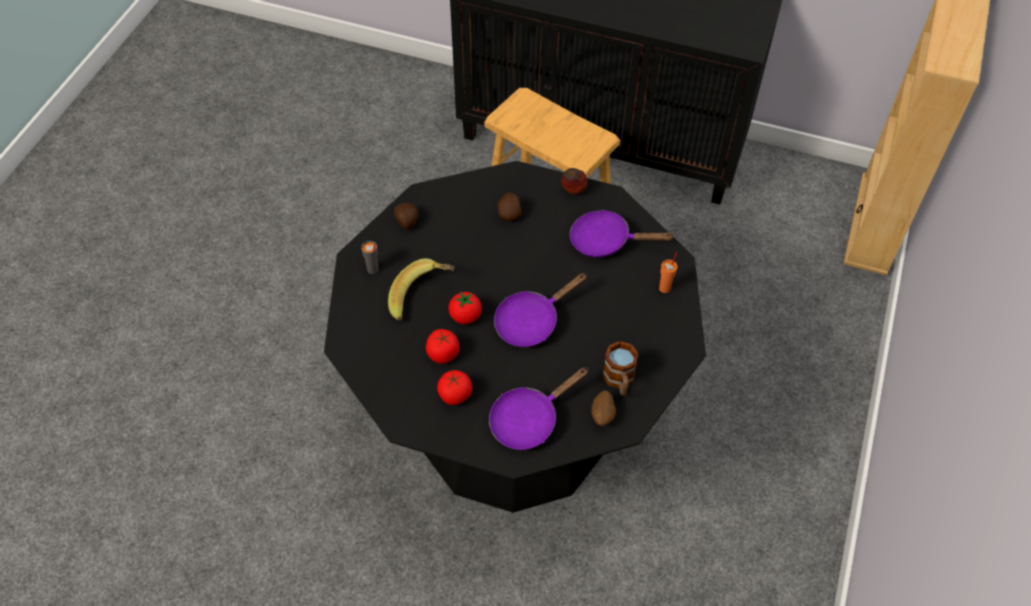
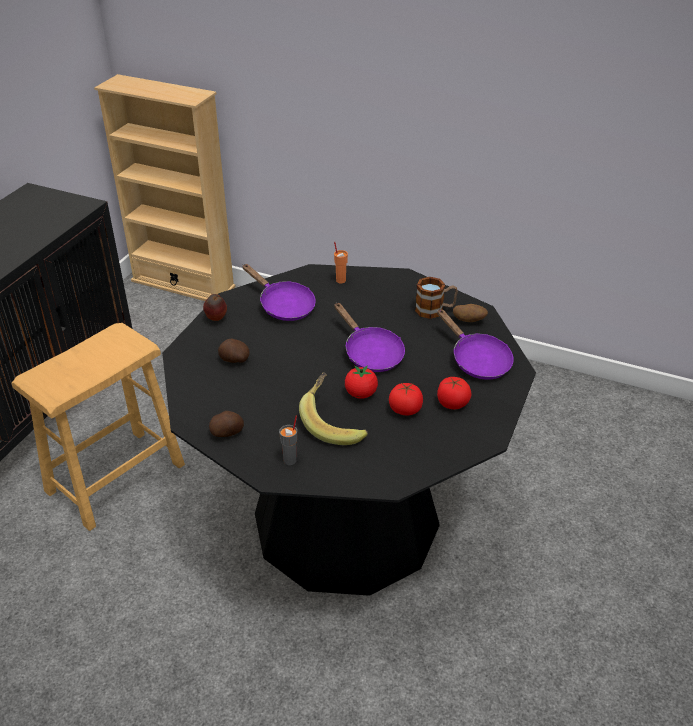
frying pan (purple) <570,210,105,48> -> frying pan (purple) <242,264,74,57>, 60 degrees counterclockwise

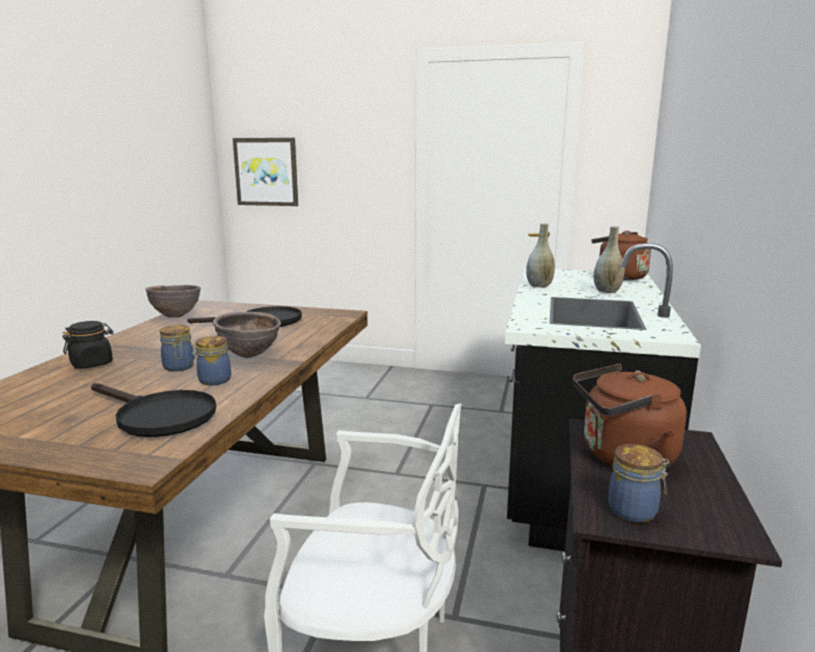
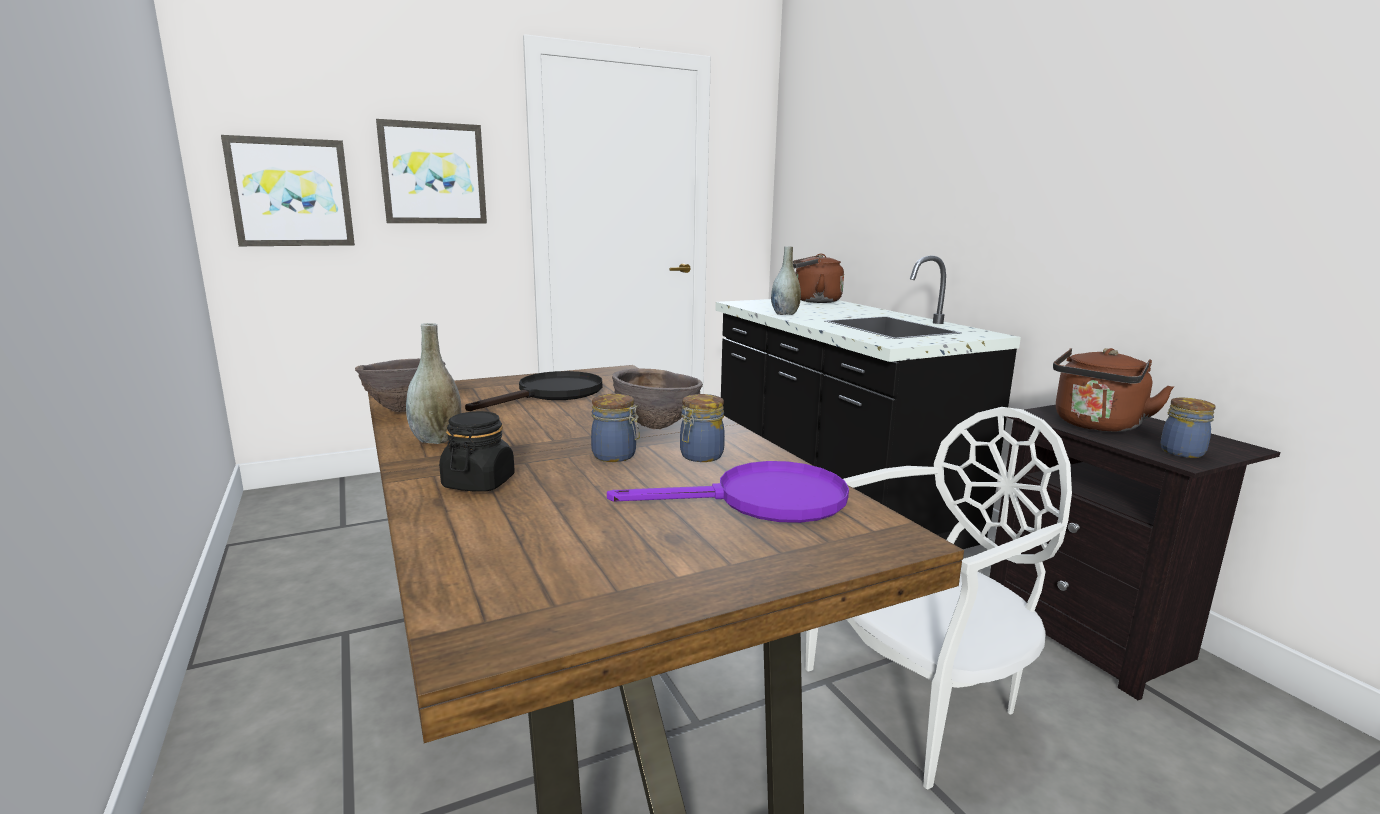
frying pan (black) <91,383,125,54> -> frying pan (purple) <607,461,242,62>
vase (grey) <594,226,30,67> -> vase (grey) <406,323,56,121>, relocated
none -> picture <376,119,111,105>

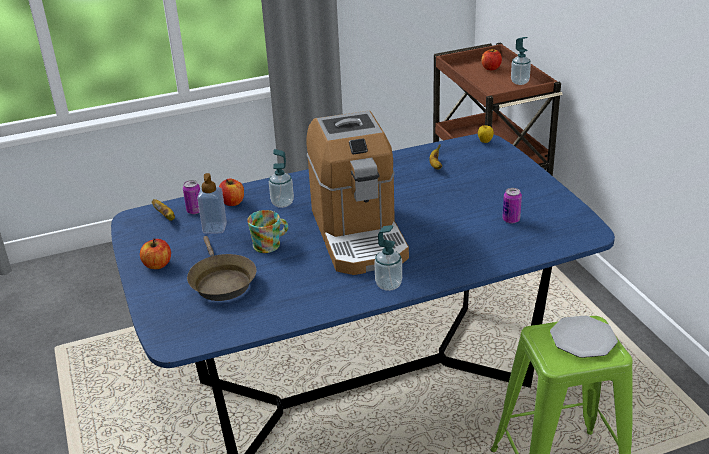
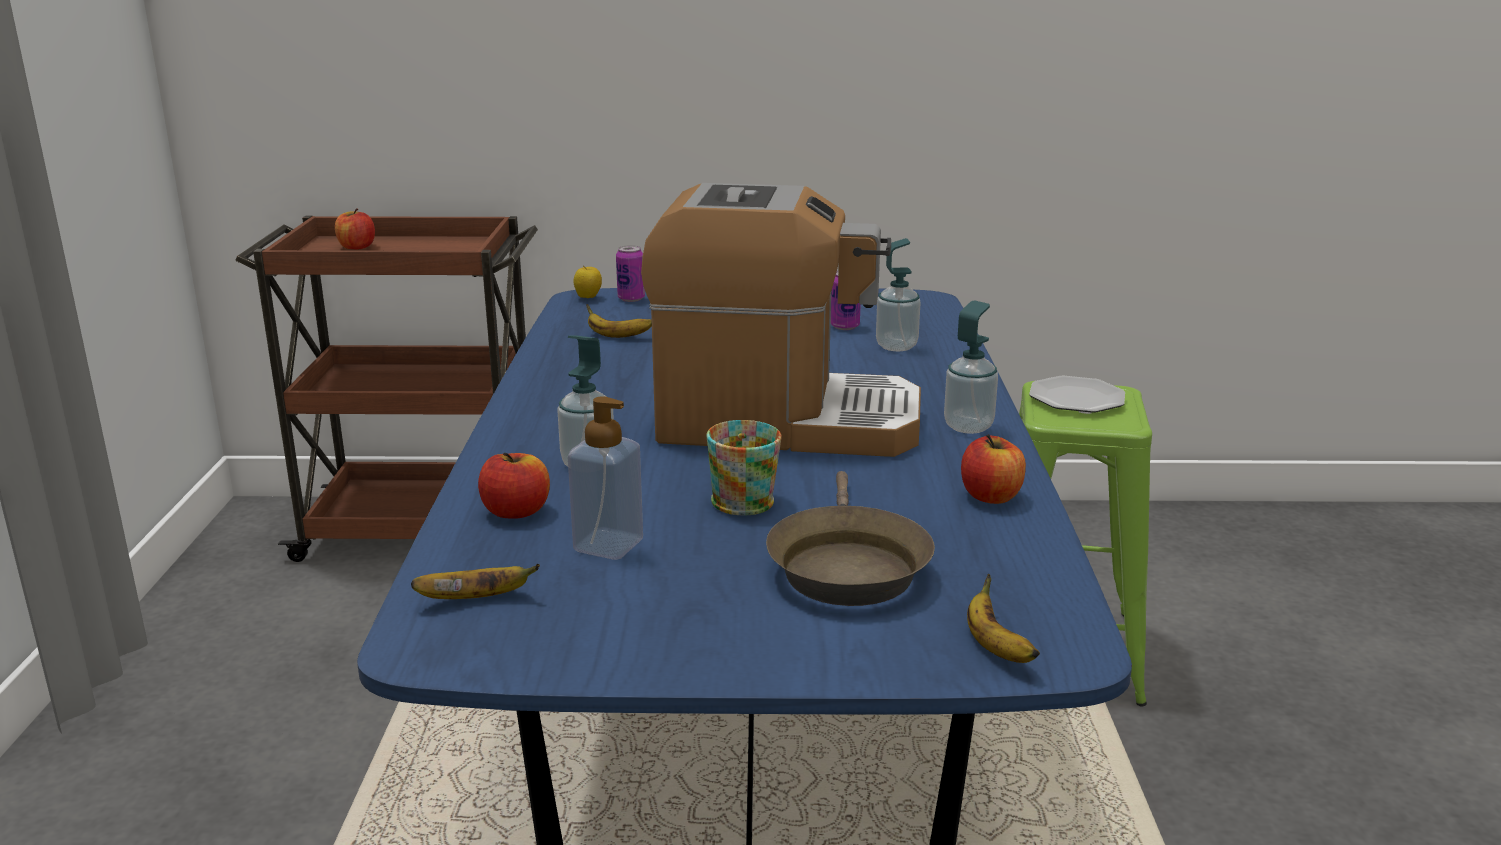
apple <140,238,31,31> -> apple <961,434,65,70>, relocated
can <183,180,17,34> -> can <616,245,29,57>, relocated
frying pan (brown) <187,236,70,65> -> frying pan (brown) <766,471,169,135>, 90 degrees clockwise
soap dispenser <511,37,20,48> -> soap dispenser <876,238,44,113>, relocated
none -> banana <967,574,73,89>

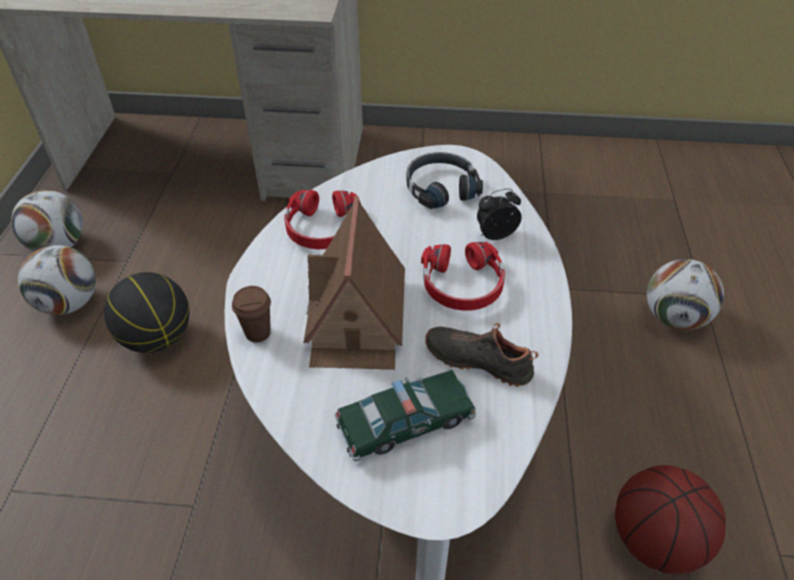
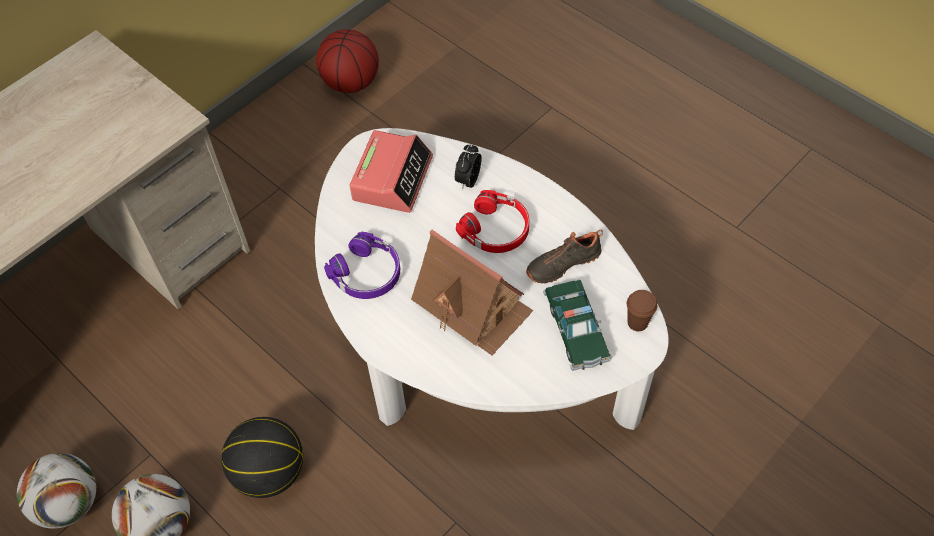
cup (brown) <232,286,39,56> -> cup (brown) <627,290,30,41>, relocated
headphones (red) <284,190,76,59> -> headphones (purple) <324,232,76,67>
toy car <334,370,142,92> -> toy car <543,280,69,91>, 150 degrees clockwise
headphones (black) <407,152,76,57> -> alarm clock <350,130,83,83>
basketball <615,465,111,109> -> basketball <316,29,63,64>, relocated
football <647,259,77,71> -> none

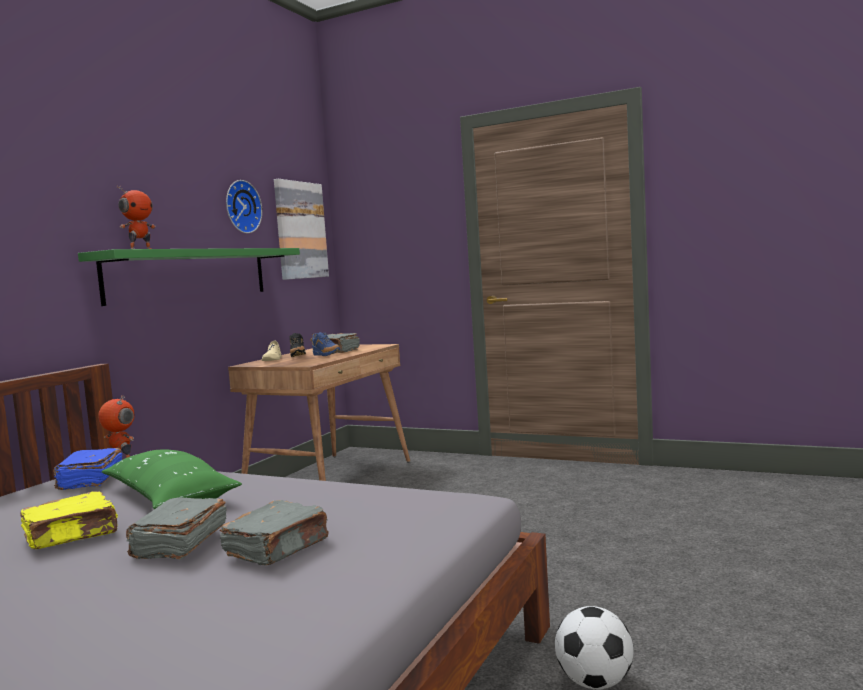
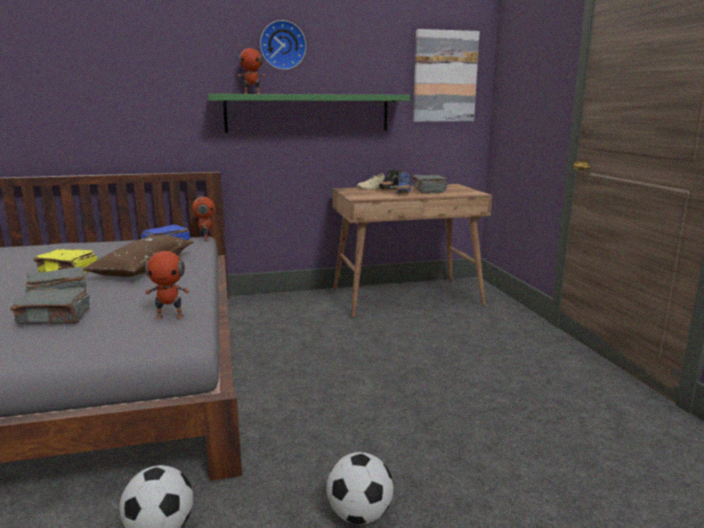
pillow (green) <102,450,140,59> -> pillow (brown) <82,235,111,42>
wall clock <226,180,36,53> -> wall clock <260,20,46,50>, relocated
none -> toy robot <144,246,46,73>
none -> football <327,452,67,73>

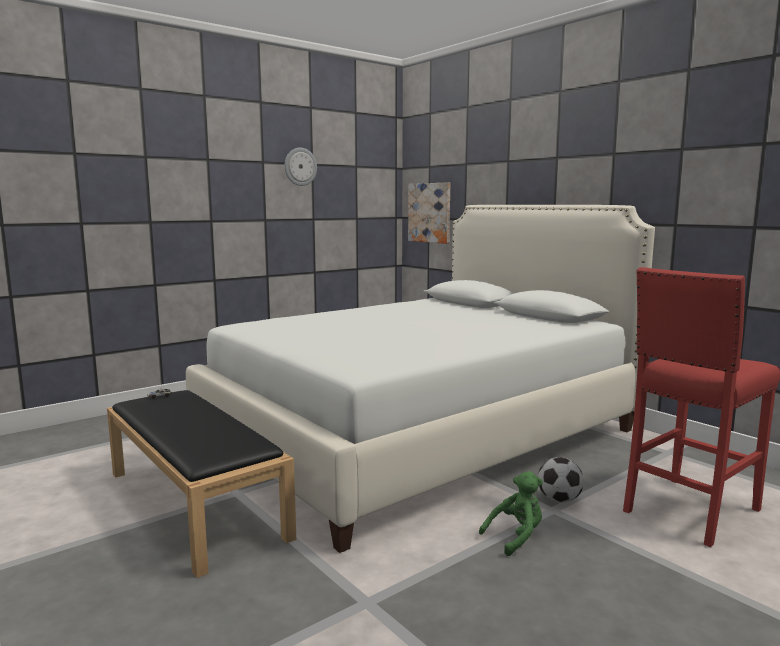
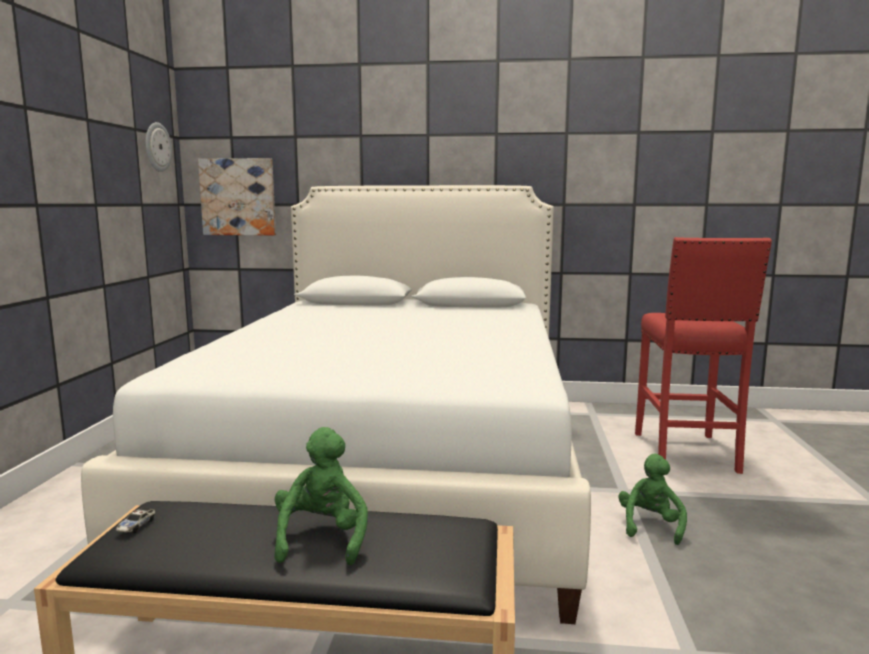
wall clock <285,148,32,38> -> wall clock <145,122,27,50>, relocated
football <538,457,46,46> -> none
none -> plush toy (green) <275,427,93,138>

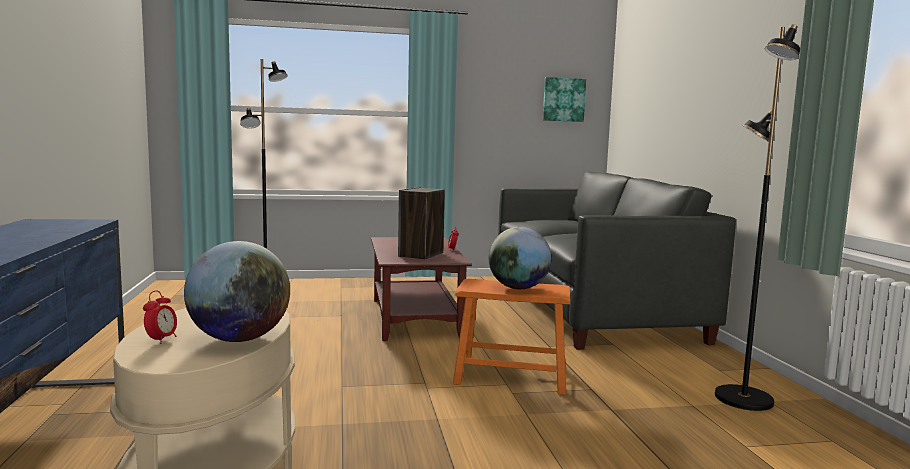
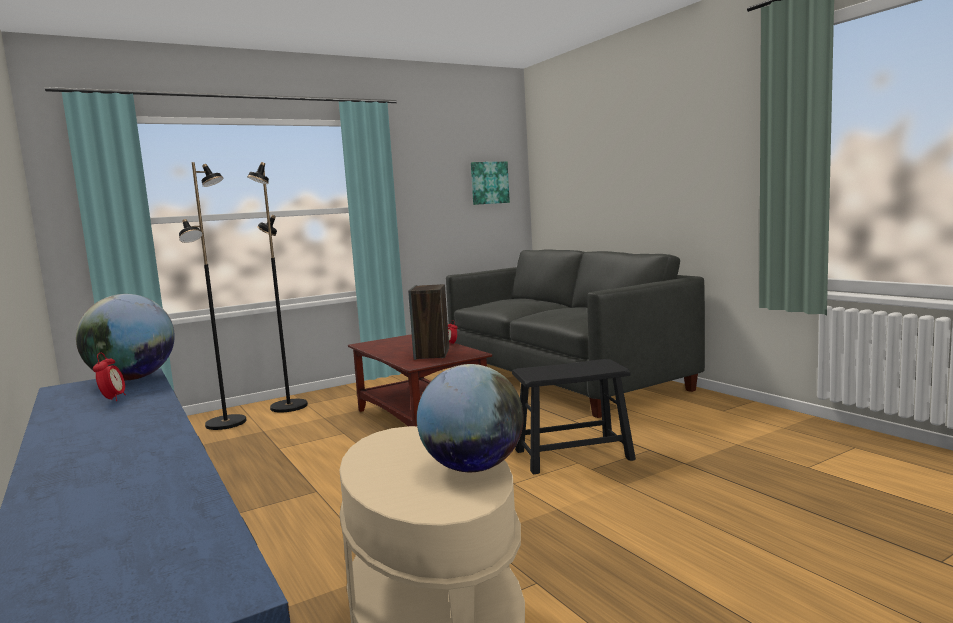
alarm clock <143,290,34,54> -> alarm clock <93,353,33,48>, relocated
stool (orange) <453,279,117,116> -> stool (black) <512,359,124,115>
globe <489,227,62,62> -> globe <76,294,99,87>, relocated
floor lamp (black) <715,24,85,387> -> floor lamp (black) <247,162,61,250>, relocated

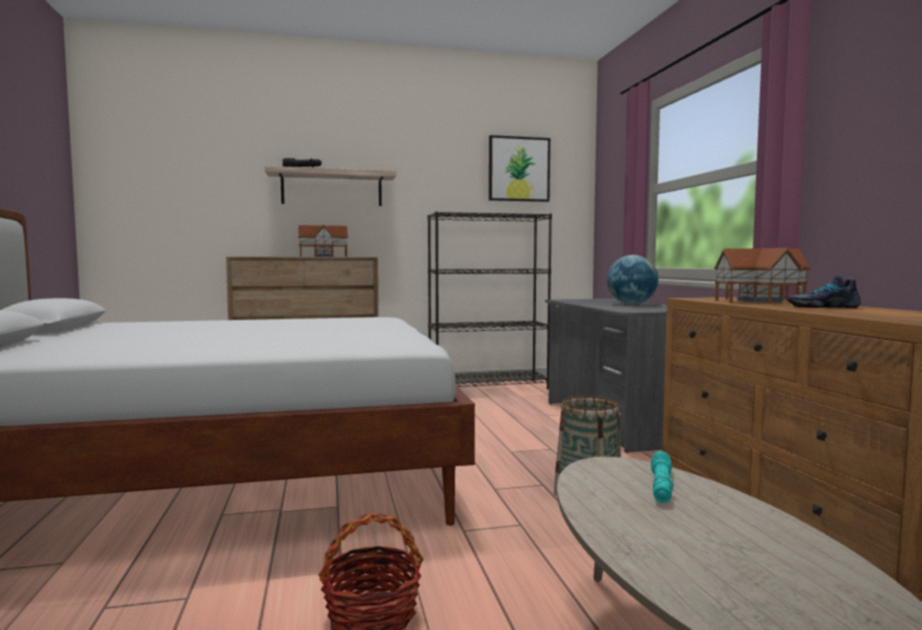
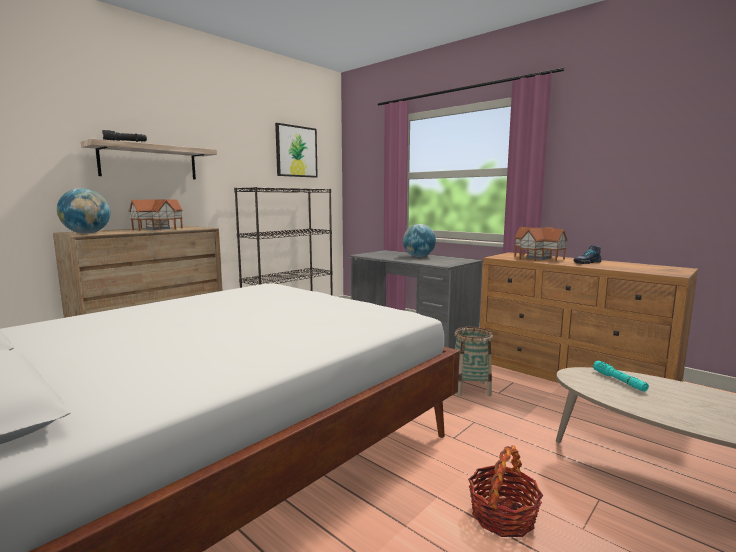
none -> globe <57,188,53,46>

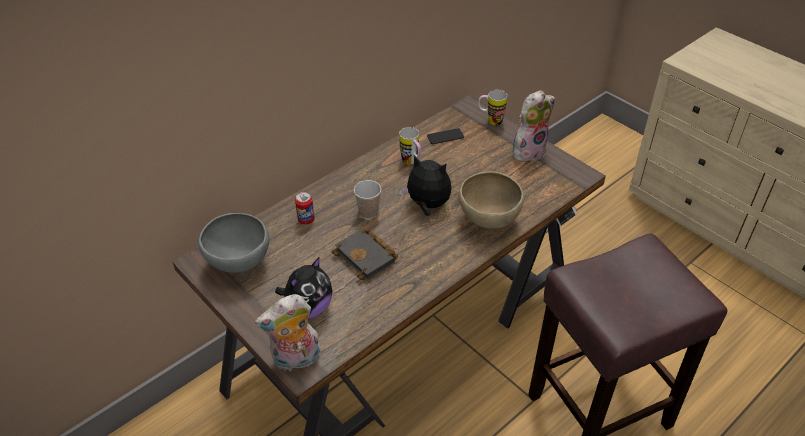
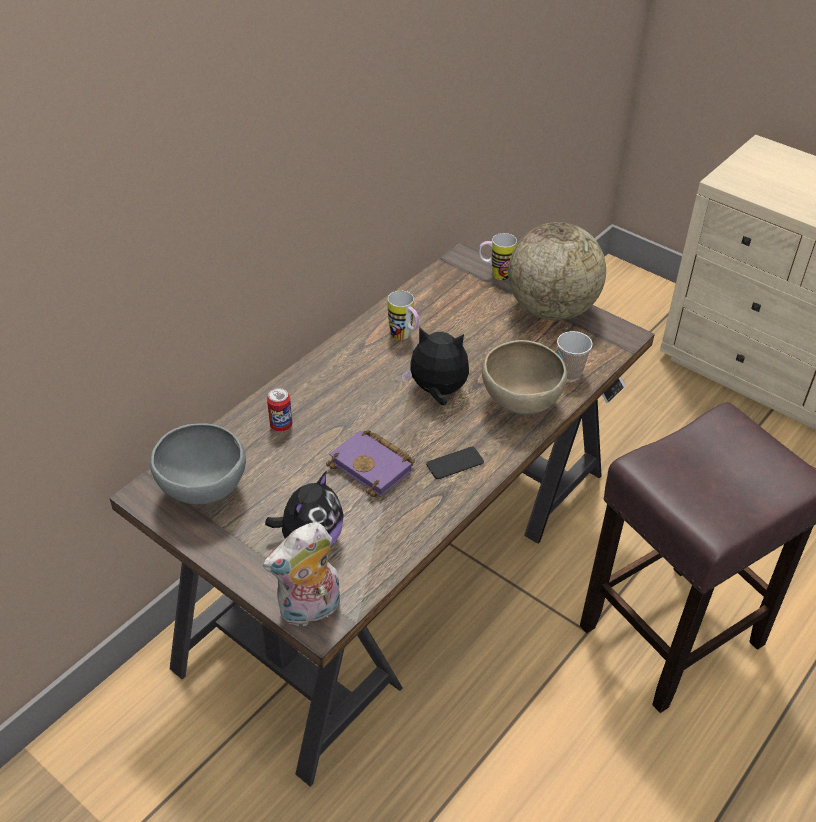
book (black) <332,229,66,52> -> book (purple) <326,430,89,67>
cup <354,180,27,39> -> cup <557,331,36,49>, relocated
phone <427,128,37,16> -> phone <426,446,58,33>, relocated
plush toy <513,90,42,72> -> globe <508,222,98,99>

